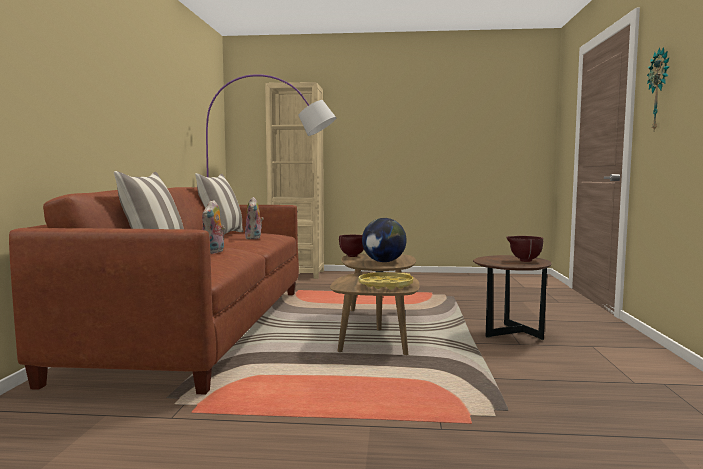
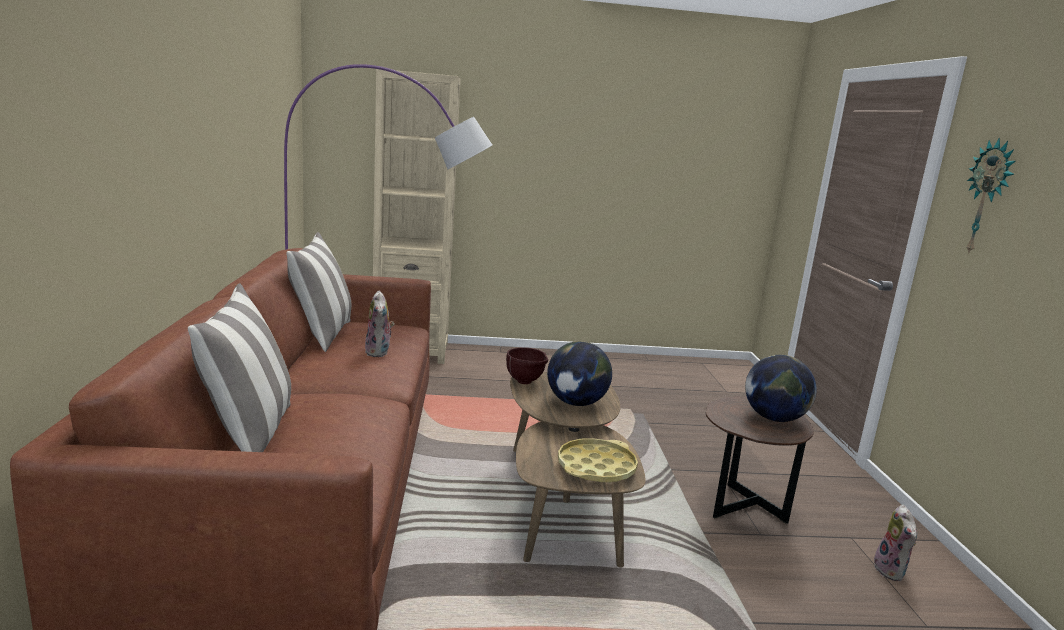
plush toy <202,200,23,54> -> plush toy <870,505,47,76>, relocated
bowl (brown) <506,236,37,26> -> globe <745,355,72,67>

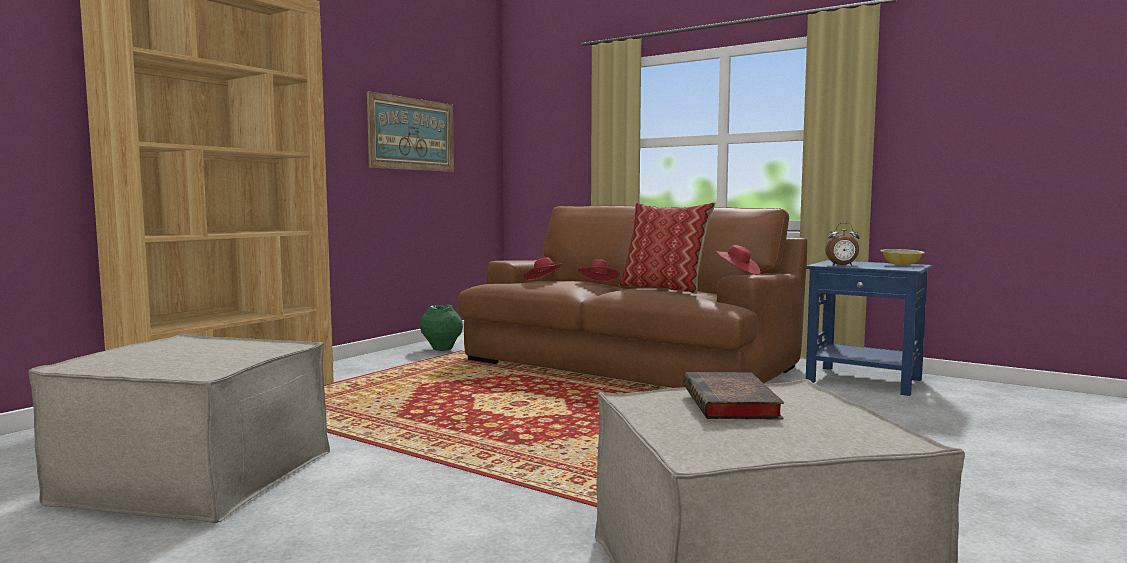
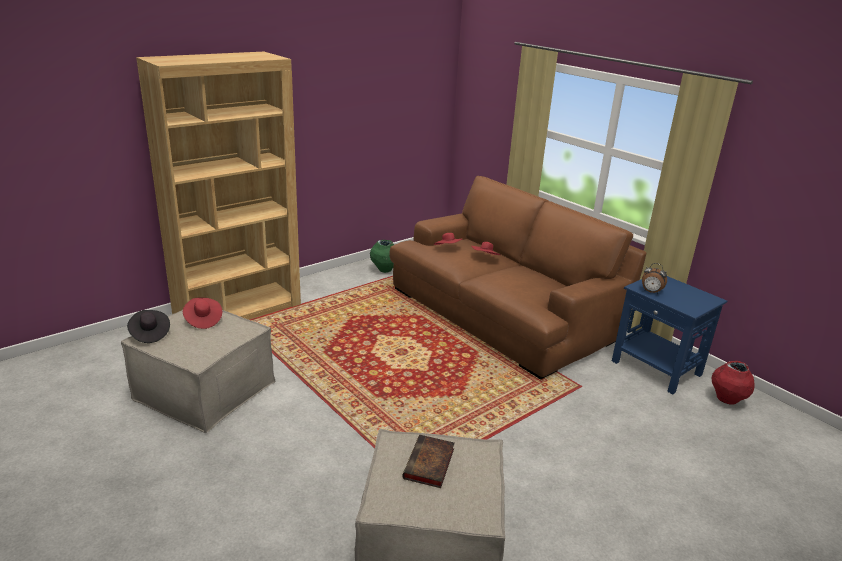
picture <367,91,87,81> -> none
pillow <618,202,97,92> -> none
hat (red) <716,245,44,30> -> hat (red) <183,298,39,31>, relocated
bowl <880,249,45,16> -> none
none -> hat (black) <127,310,43,33>
none -> vase (red) <711,361,43,44>

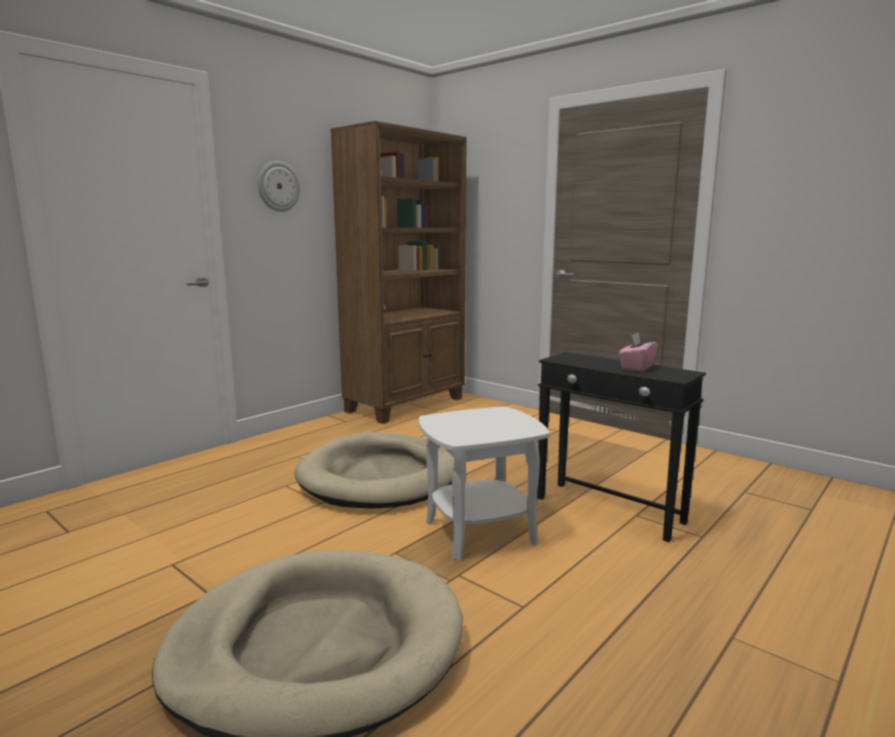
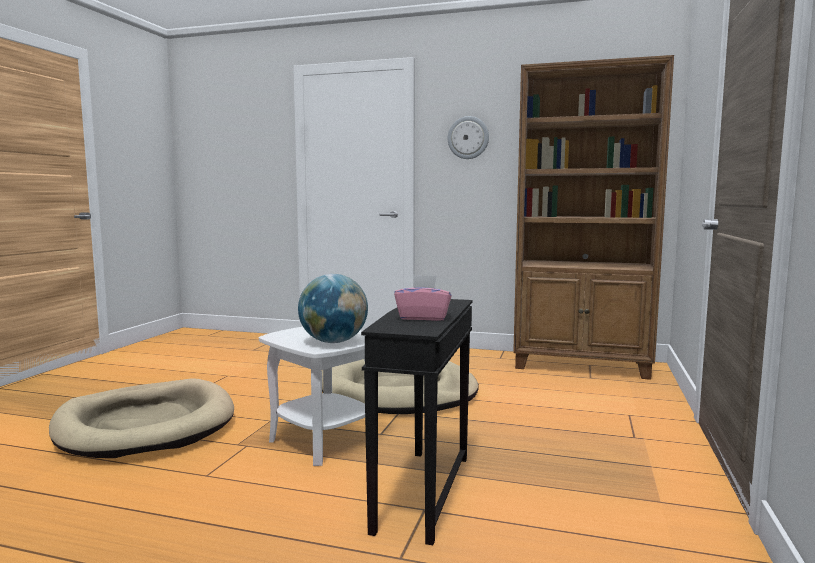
none -> globe <298,274,70,69>

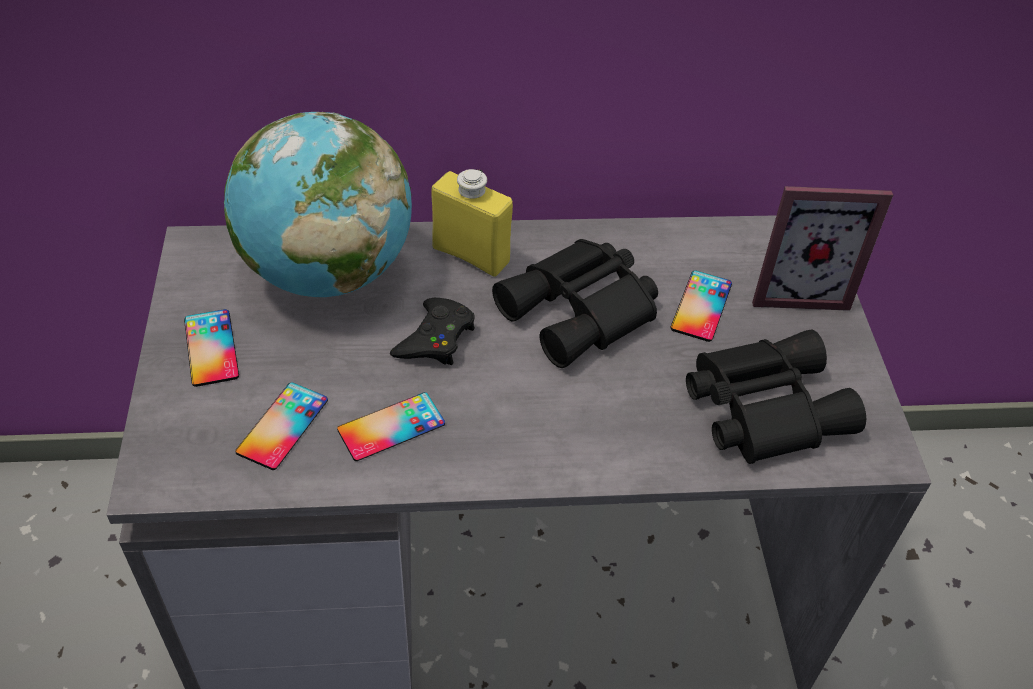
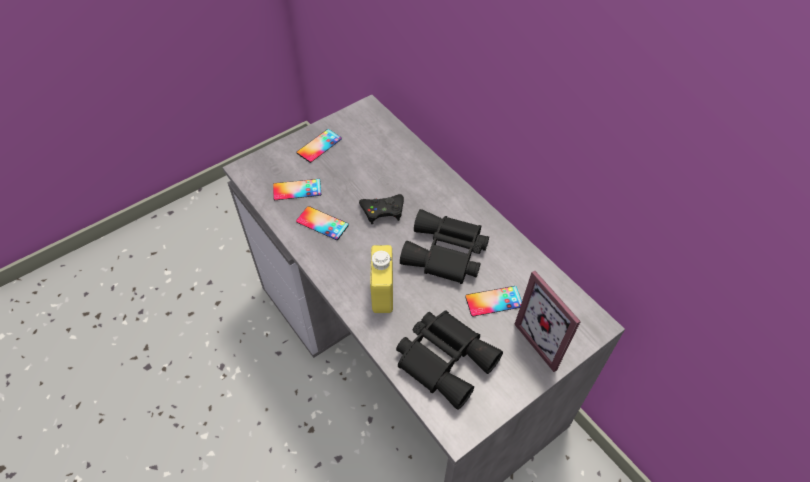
globe <224,112,188,185> -> none
bottle (yellow) <431,169,82,108> -> bottle (yellow) <370,245,23,68>, relocated

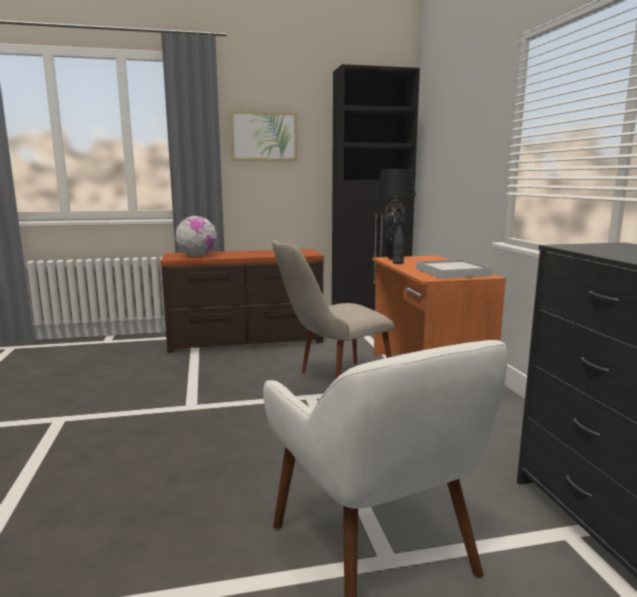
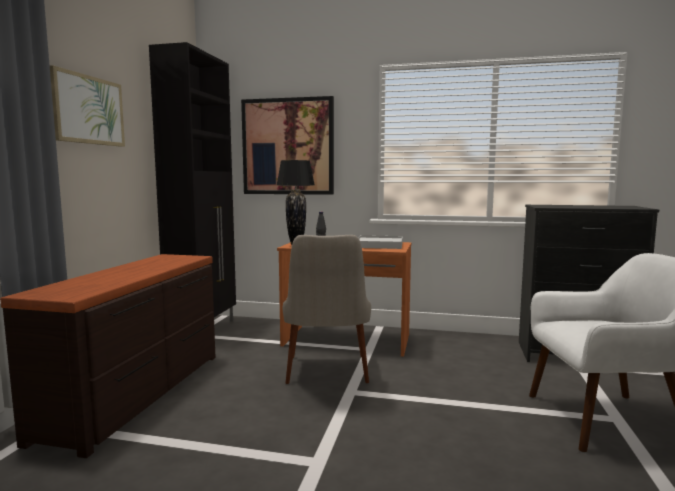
globe <175,216,42,41> -> none
none -> picture <241,96,93,99>

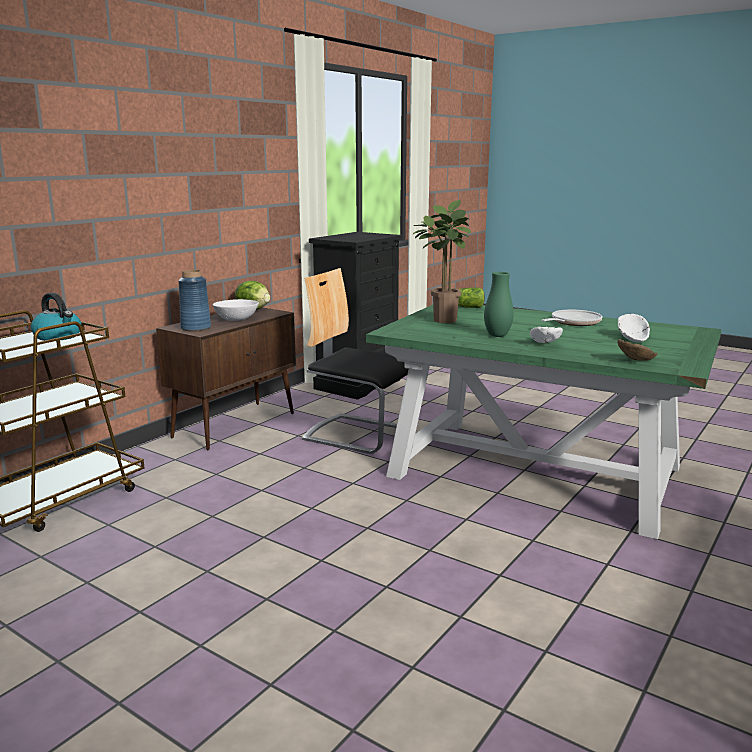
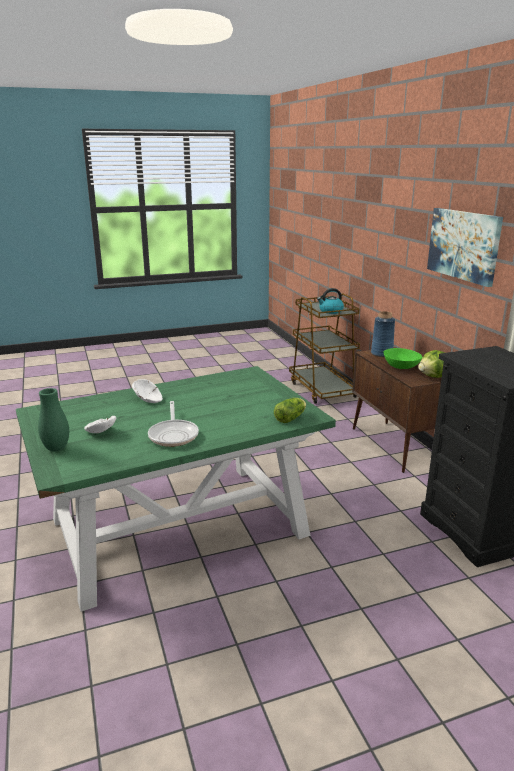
bowl (white) <213,299,46,22> -> bowl (green) <383,348,39,21>
chair <302,268,106,186> -> none
potted plant <413,200,58,123> -> none
vase (green) <484,272,30,65> -> vase (green) <38,388,31,64>, relocated
bowl (brown) <617,339,41,22> -> none
none -> picture <427,208,76,79>

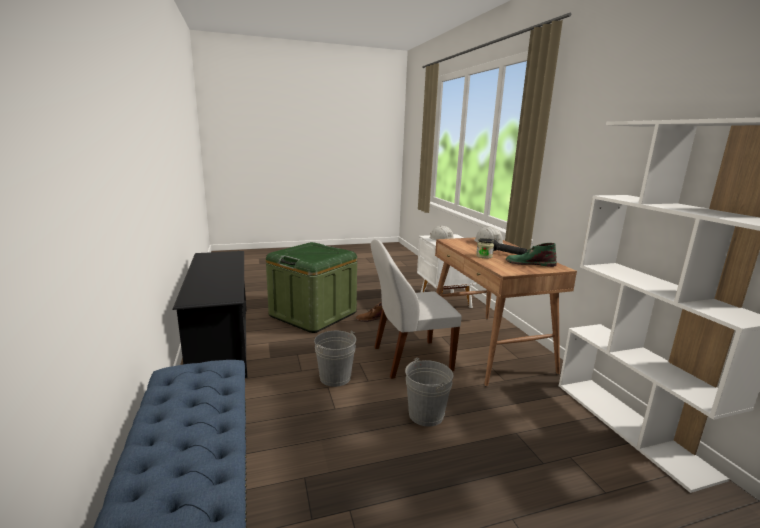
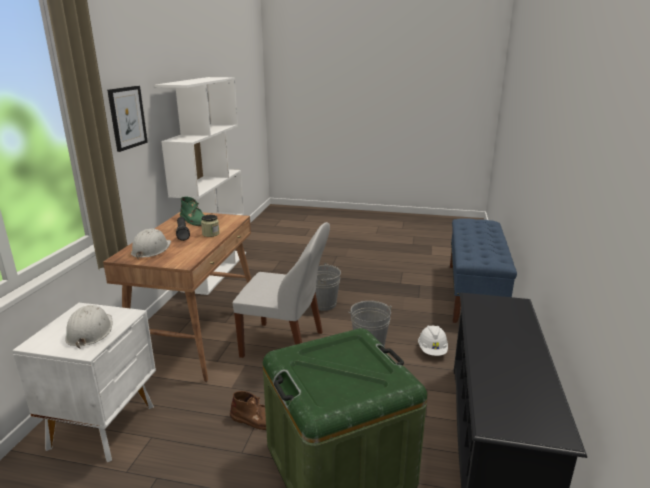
none -> picture <107,86,41,66>
none -> hard hat (white) <418,325,30,31>

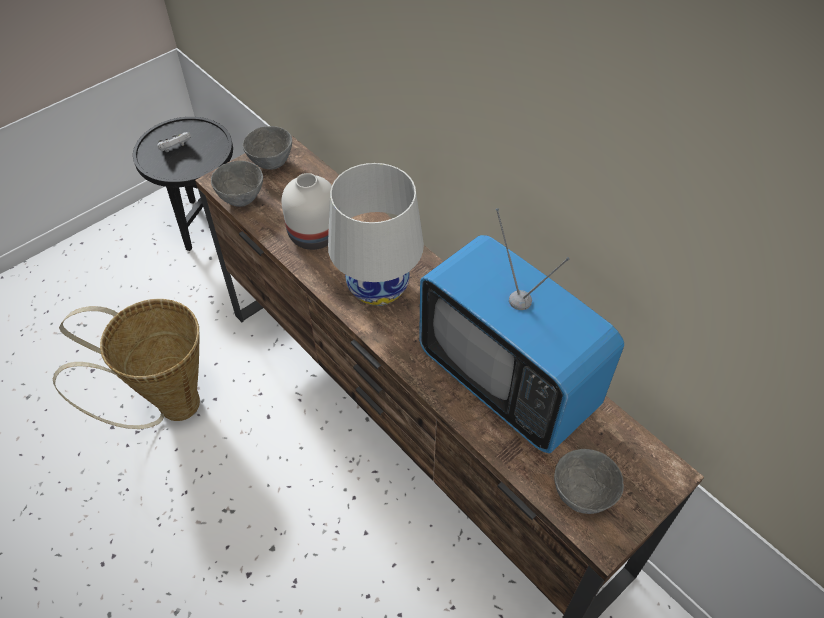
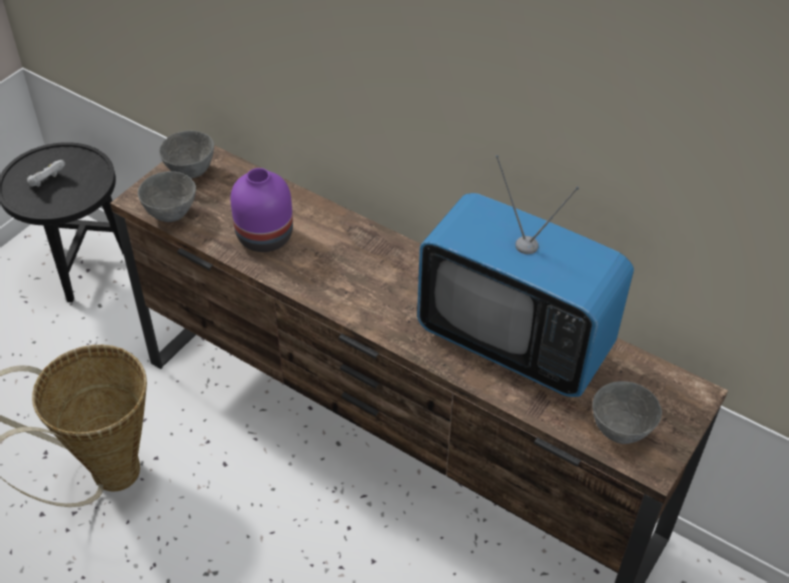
vase (white) <282,173,50,77> -> vase (purple) <230,168,63,84>
table lamp (white) <328,163,96,143> -> none

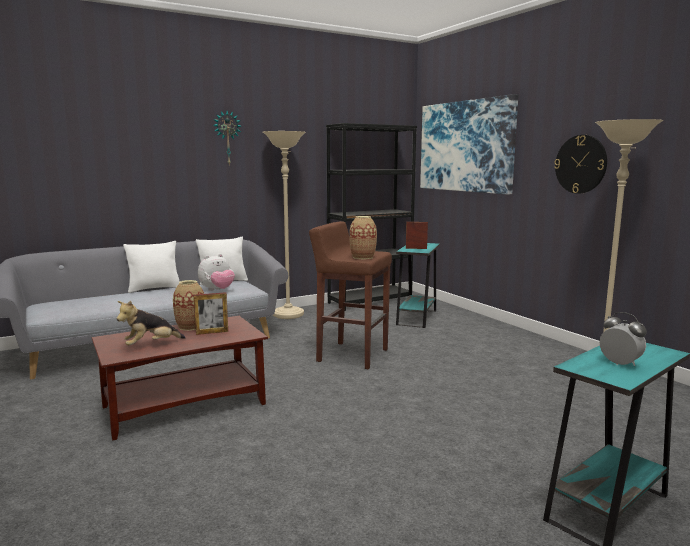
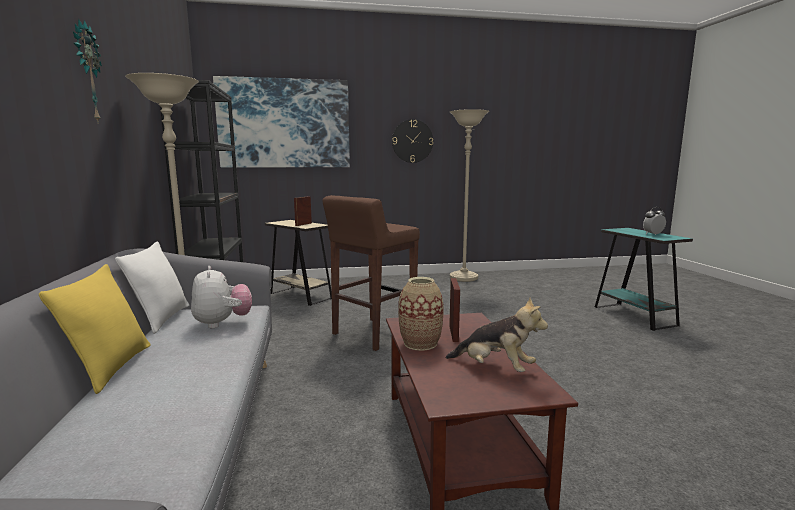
plush toy <117,301,69,44> -> plush toy <445,297,103,75>, 45 degrees counterclockwise
pillow (white) <123,241,57,52> -> pillow (yellow) <39,264,111,130>
vase <349,216,28,43> -> none
side table (turquoise) <396,243,44,85> -> side table (beige) <265,220,67,86>

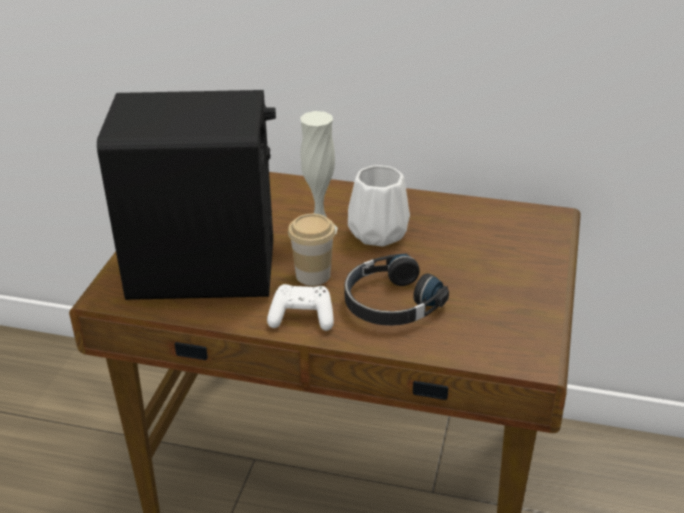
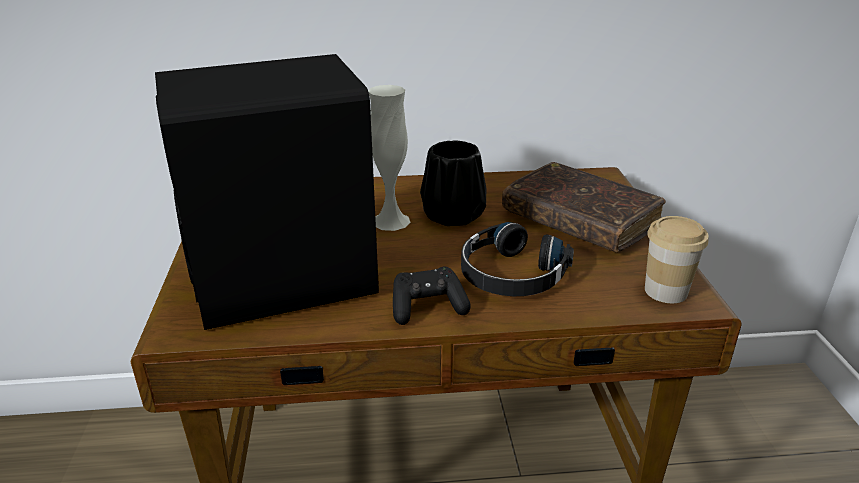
game controller (white) <267,284,67,47> -> game controller (black) <393,267,78,58>
cup <288,214,48,72> -> cup <645,216,63,87>, relocated
vase (white) <348,165,62,81> -> vase (black) <420,141,67,85>
none -> book (brown) <502,162,164,90>

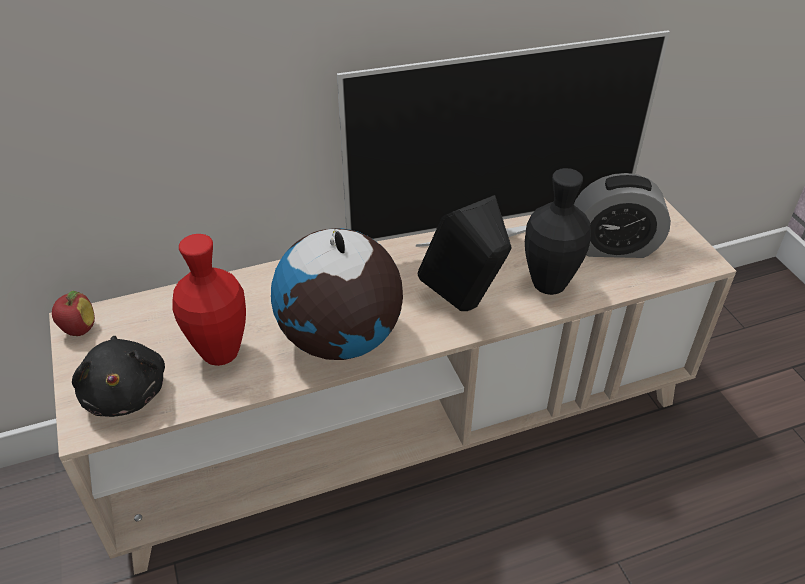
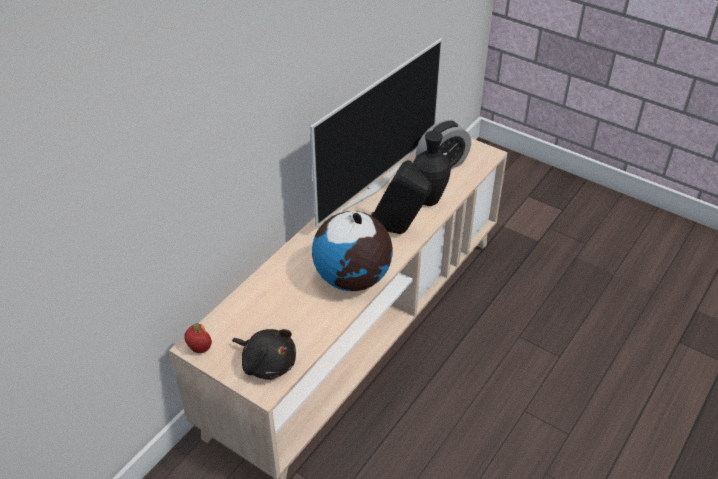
vase (red) <173,234,73,132> -> none

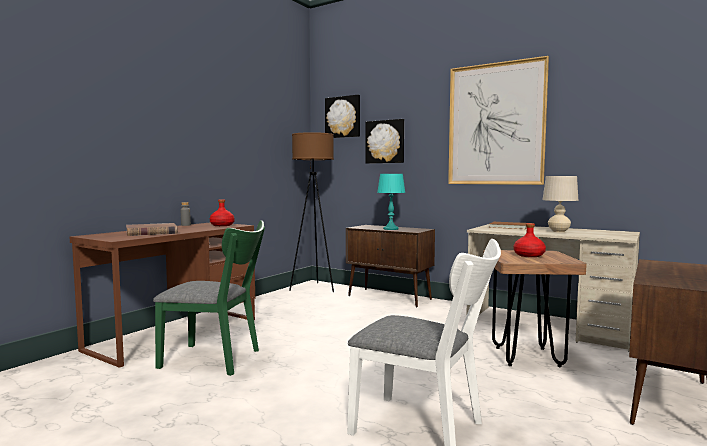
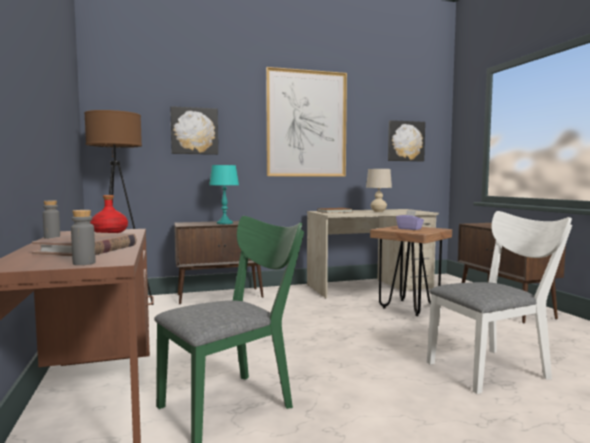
picture <325,95,35,43> -> picture <388,120,37,41>, relocated
bottle (red) <514,223,32,34> -> tissue box (purple) <396,210,28,20>
none -> bottle (grey) <71,210,25,55>

